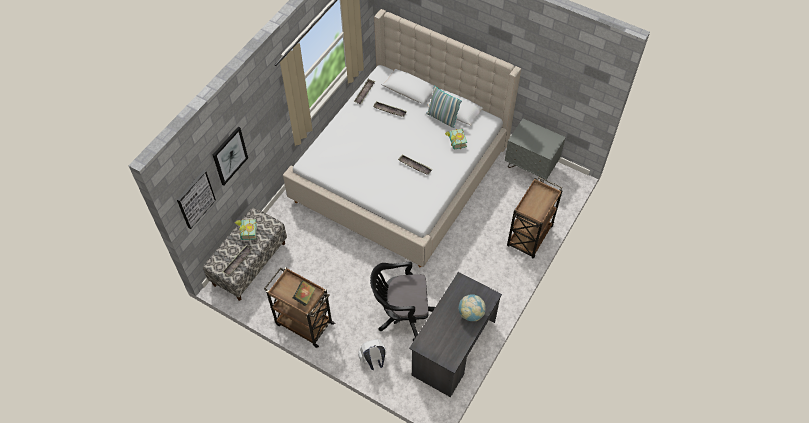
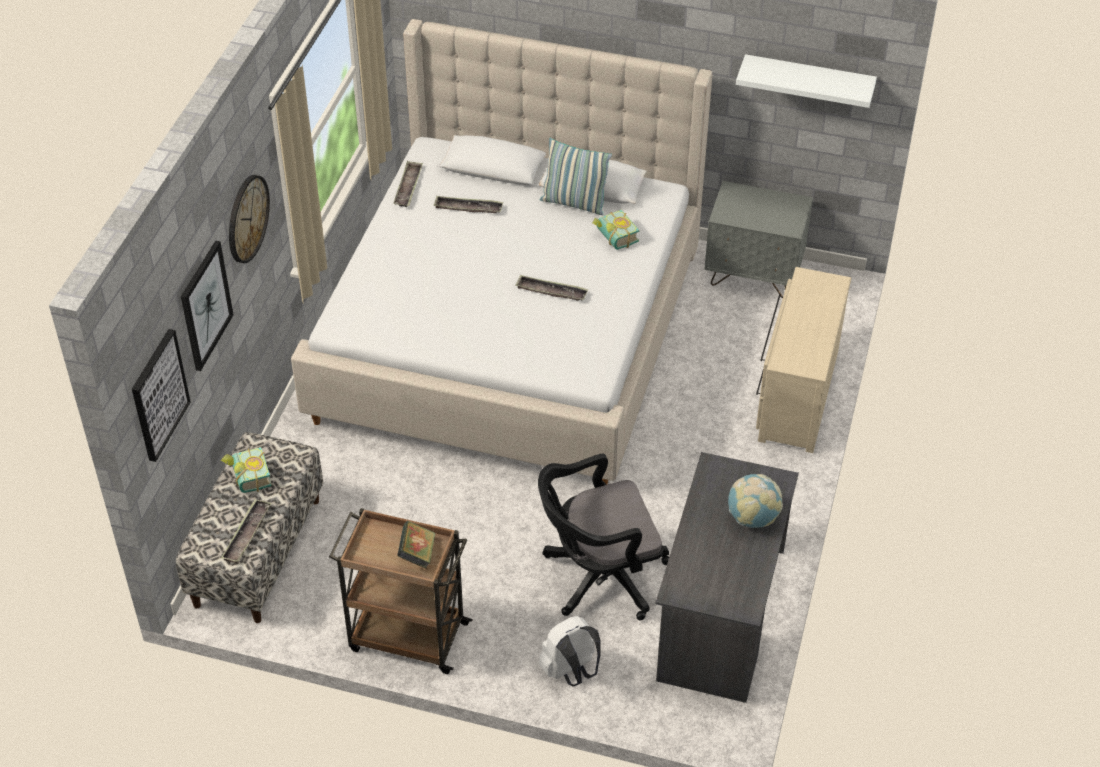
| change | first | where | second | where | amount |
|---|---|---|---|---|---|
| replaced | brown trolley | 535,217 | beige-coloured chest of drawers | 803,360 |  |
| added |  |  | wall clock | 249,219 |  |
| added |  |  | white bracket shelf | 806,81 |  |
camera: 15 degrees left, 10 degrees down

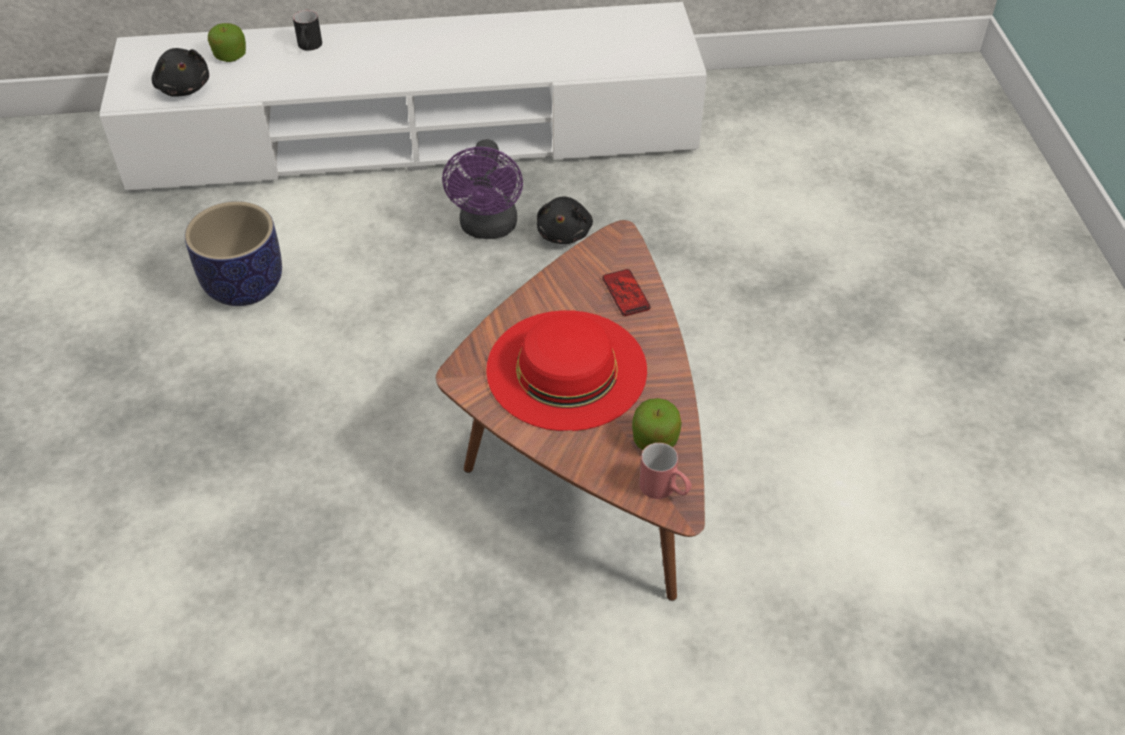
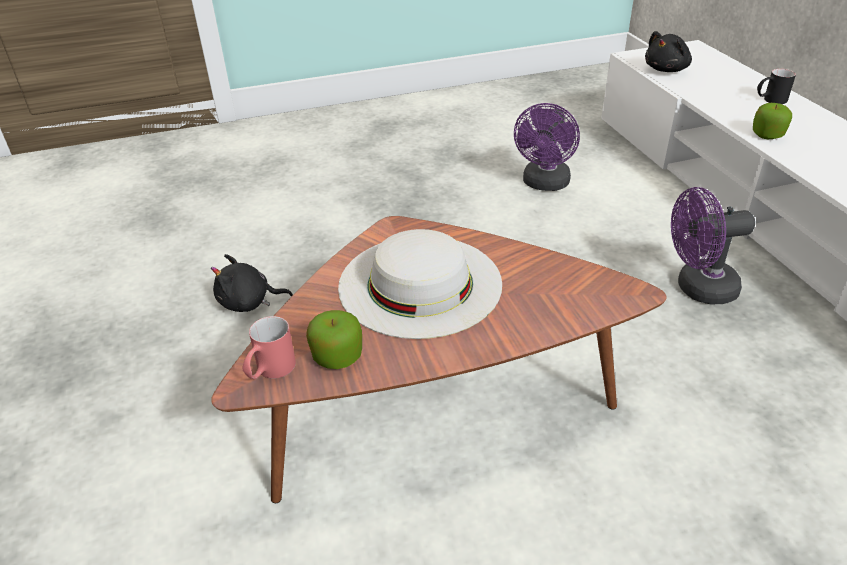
| change | first | where | second | where | amount |
|---|---|---|---|---|---|
| replaced | planter | 233,253 | purple-coloured electric fan | 547,147 |  |
| moved | apple | 227,42 |  | 772,121 |  |
| recoloured | red wearable hat | 566,370 | white wearable hat | 420,284 |  |
| moved | blackish soft toy | 565,220 |  | 252,283 |  |
| removed | handset | 626,292 |  |  |  |
camera: 80 degrees right, 10 degrees down

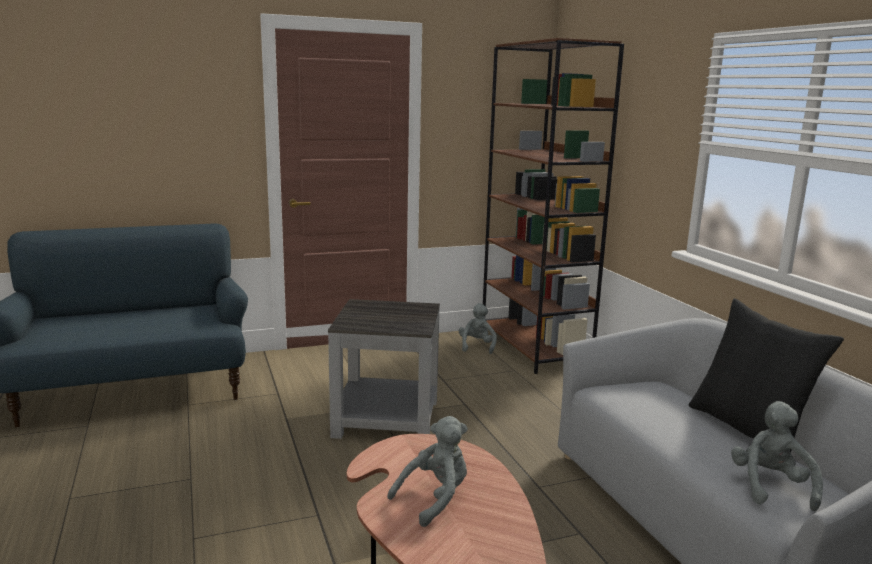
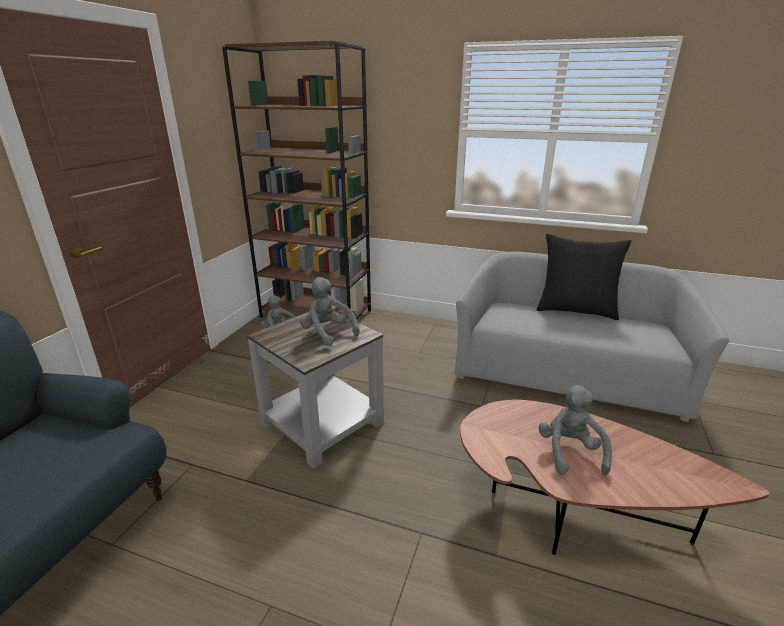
| change | first | where | second | where | amount |
|---|---|---|---|---|---|
| moved | greyish soft toy | 777,456 |  | 329,312 |  |
camera: 50 degrees left, 10 degrees up

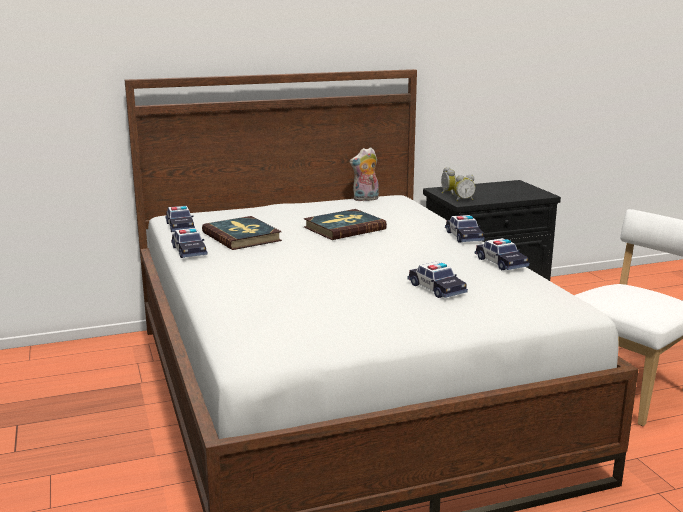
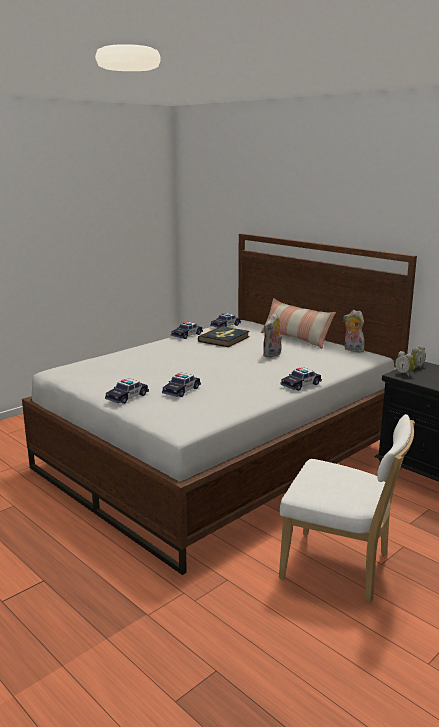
| change | first | where | second | where | amount |
|---|---|---|---|---|---|
| replaced | book | 345,224 | soft toy | 272,335 |  |
| moved | toy car | 502,254 |  | 127,391 |  |
| added |  |  | pillow | 298,323 |  |
camera: 65 degrees right, 0 degrees up

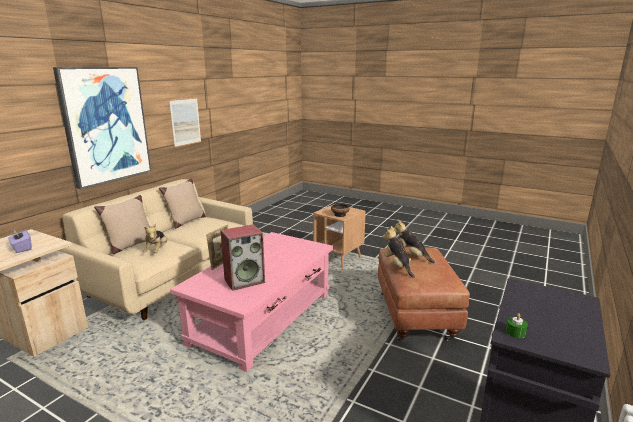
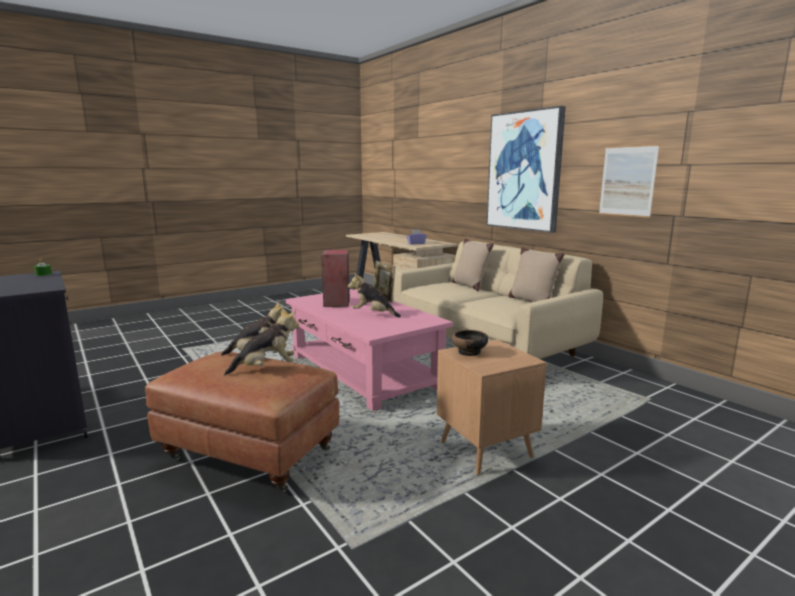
| change | first | where | second | where | amount |
|---|---|---|---|---|---|
| moved | soft toy | 155,238 |  | 374,295 |  |
camera: 115 degrees right, 5 degrees down

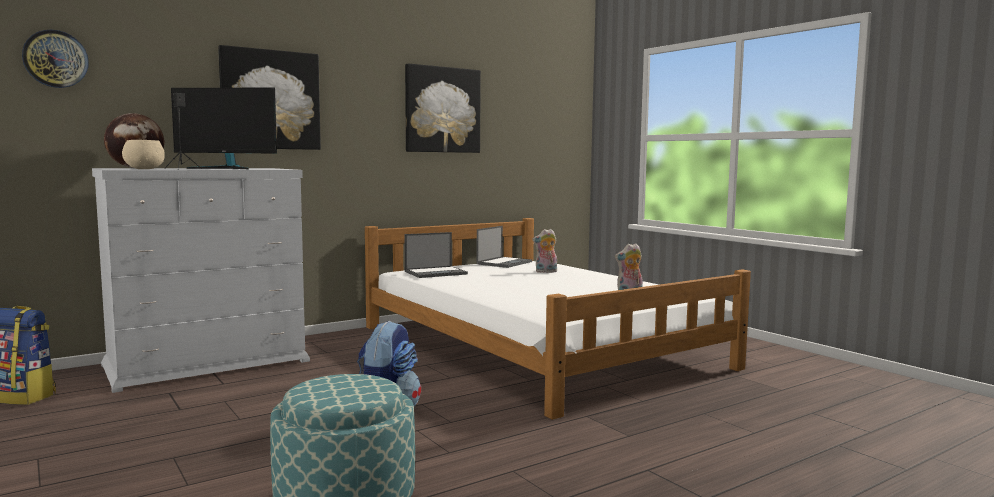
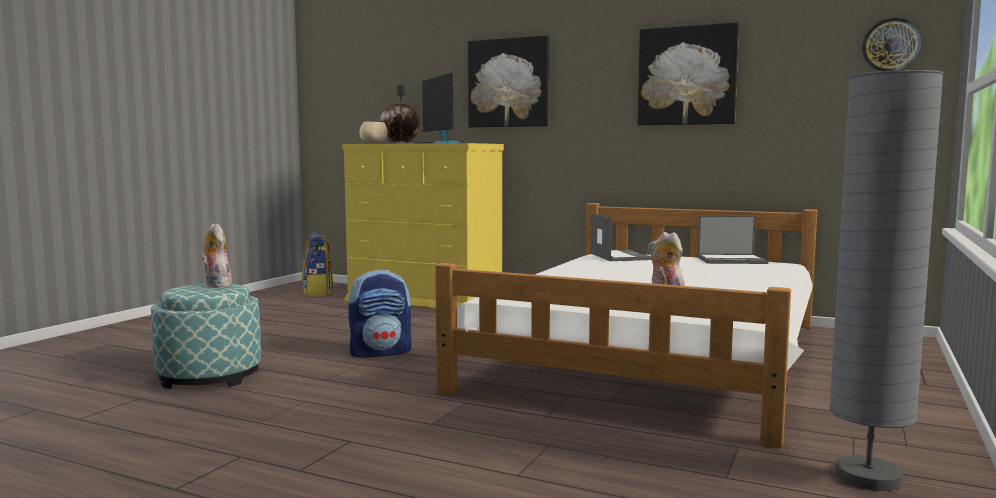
| change | first | where | second | where | amount |
|---|---|---|---|---|---|
| moved | wall clock | 55,59 |  | 892,44 |  |
| recoloured | white chest of drawers | 201,280 | yellow chest of drawers | 423,225 |  |
| turned | notebook computer | 436,255 |  | 621,237 | 135 degrees counterclockwise |
| moved | soft toy | 545,251 |  | 217,256 |  |
| added |  |  | greyish floor lamp | 886,280 |  |
camera: 60 degrees right, 0 degrees up

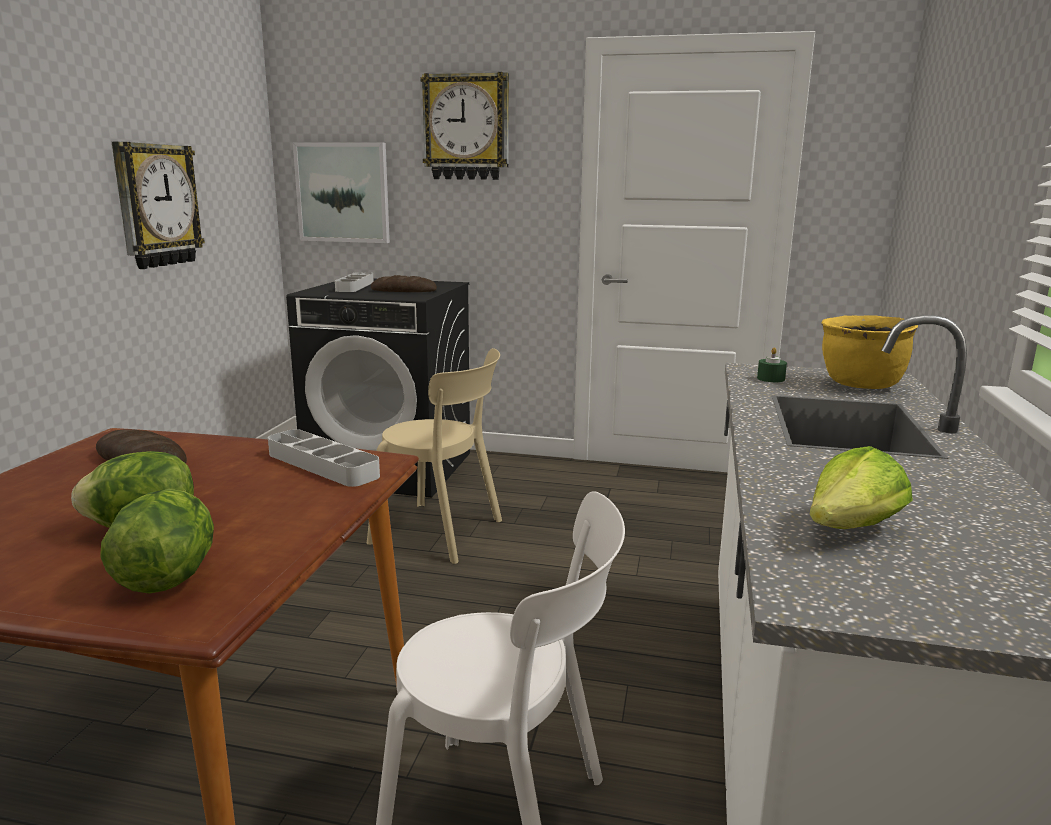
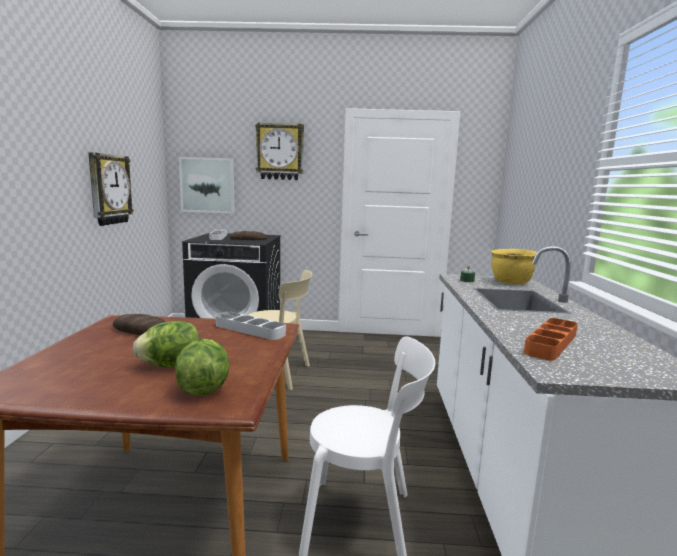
| change | first | where | second | where | amount |
|---|---|---|---|---|---|
| replaced | lettuce head | 861,487 | orange-coloured tray | 551,339 |  |
camera: 10 degrees left, 5 degrees down

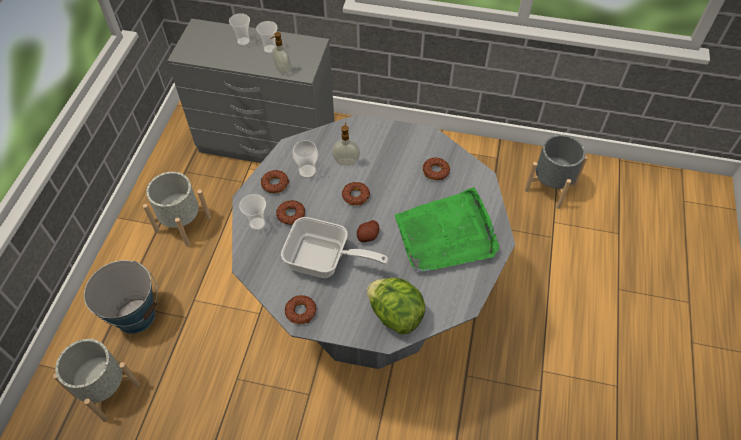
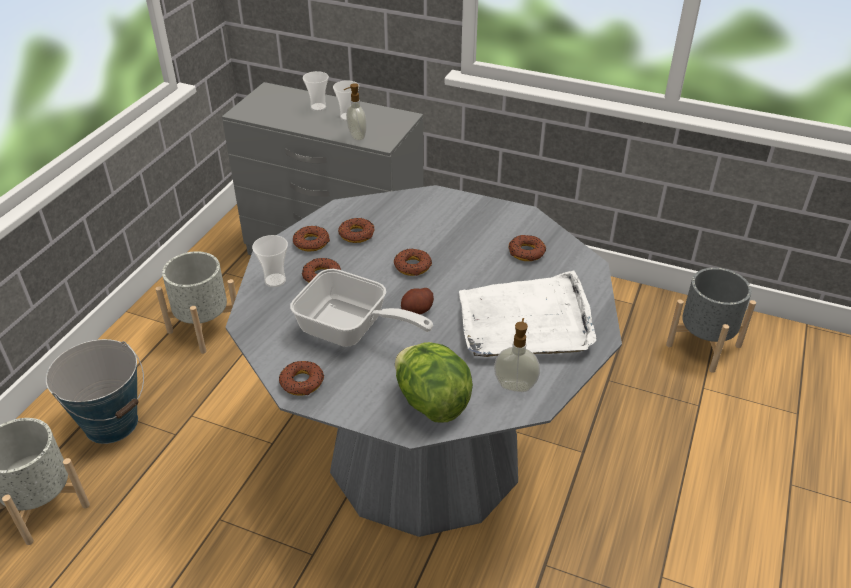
| change | first | where | second | where | amount |
|---|---|---|---|---|---|
| replaced | small cup | 305,159 | doughnut | 356,230 |  |
| moved | soap dispenser | 346,144 |  | 517,355 |  |
| recoloured | green-coloured tray | 447,229 | white tray | 527,313 |  |
camera: 10 degrees right, 15 degrees down

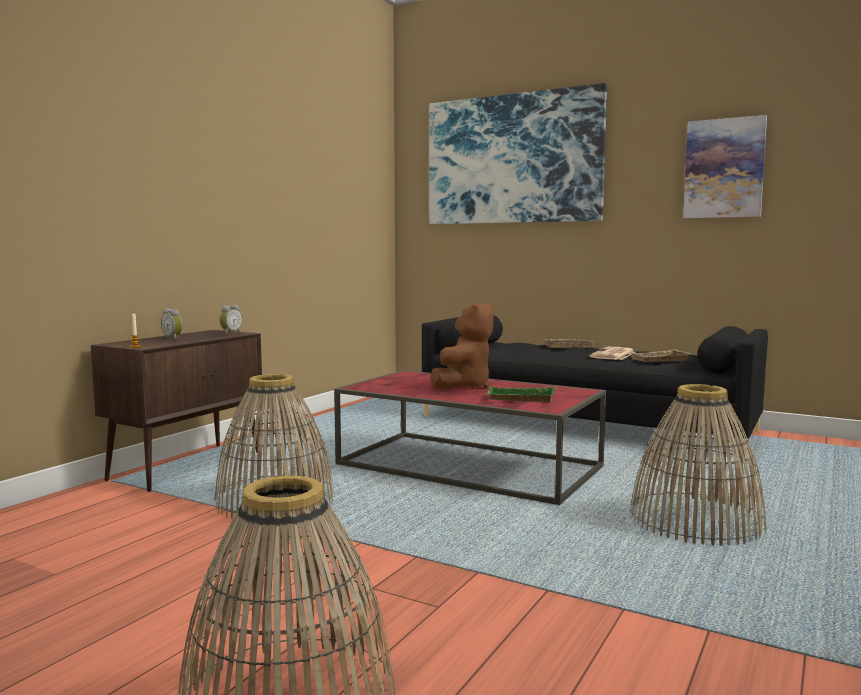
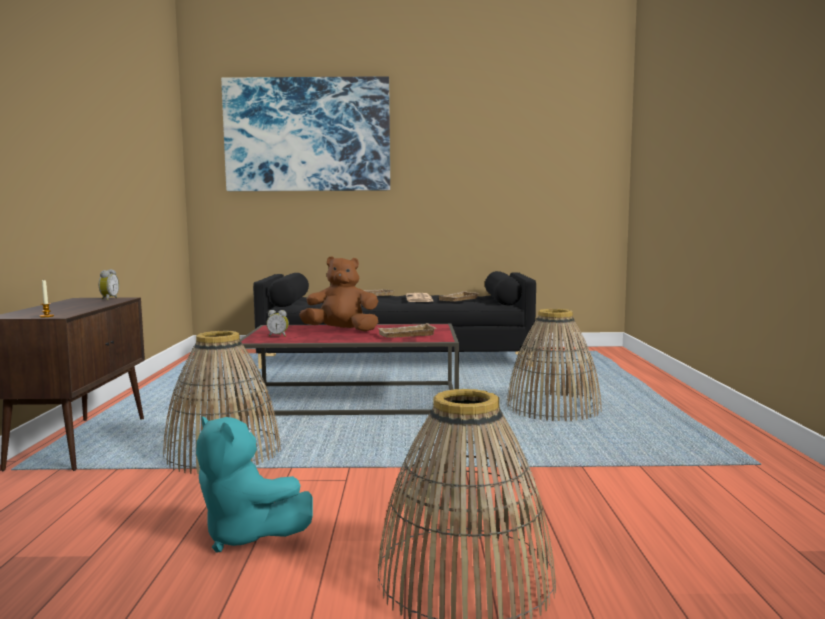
| change | first | where | second | where | amount |
|---|---|---|---|---|---|
| moved | alarm clock | 172,324 |  | 277,323 |  |
| turned | brown soft toy | 462,346 |  | 338,294 | 90 degrees counterclockwise |
| recoloured | green-coloured tray | 521,394 | beige-coloured tray | 407,330 |  |
| removed | picture | 725,166 |  |  |  |
| added |  |  | turquoise soft toy | 254,484 |  |
camera: 30 degrees left, 0 degrees up

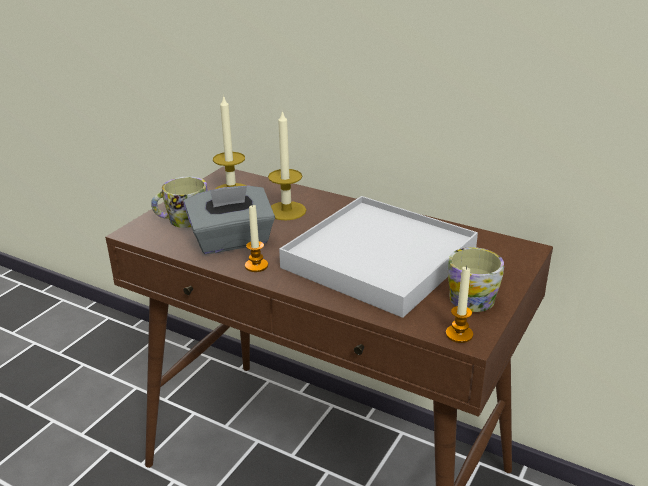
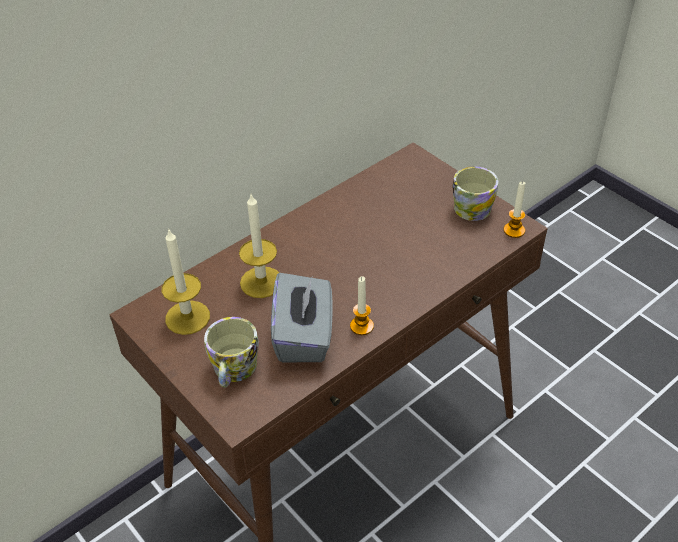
| change | first | where | second | where | amount |
|---|---|---|---|---|---|
| removed | white tray | 378,257 |  |  |  |
camera: 70 degrees left, 15 degrees up

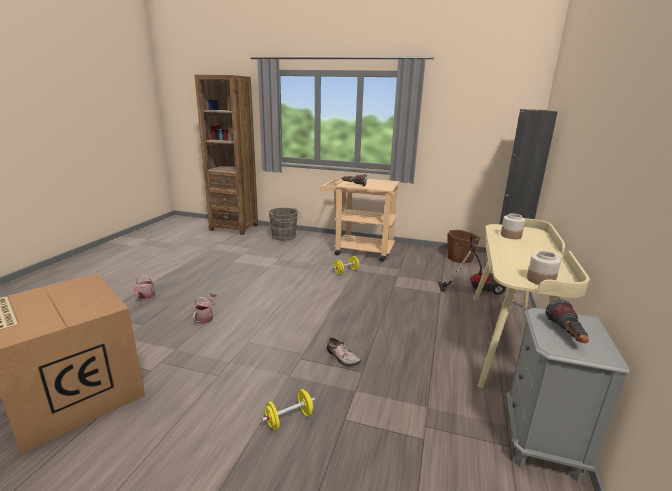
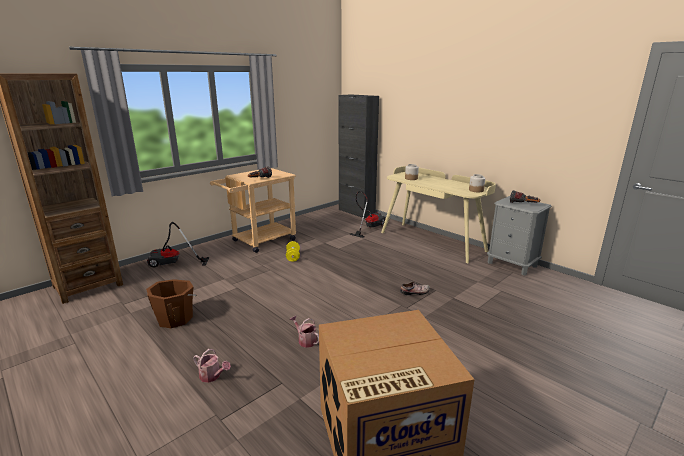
| change | first | where | second | where | amount |
|---|---|---|---|---|---|
| removed | yellow dumbbell | 288,409 |  |  |  |
| replaced | greyish pail | 285,224 | hoover | 178,244 |  |
| moved | brown pail | 463,246 |  | 171,303 |  |
camera: 60 degrees left, 0 degrees up

